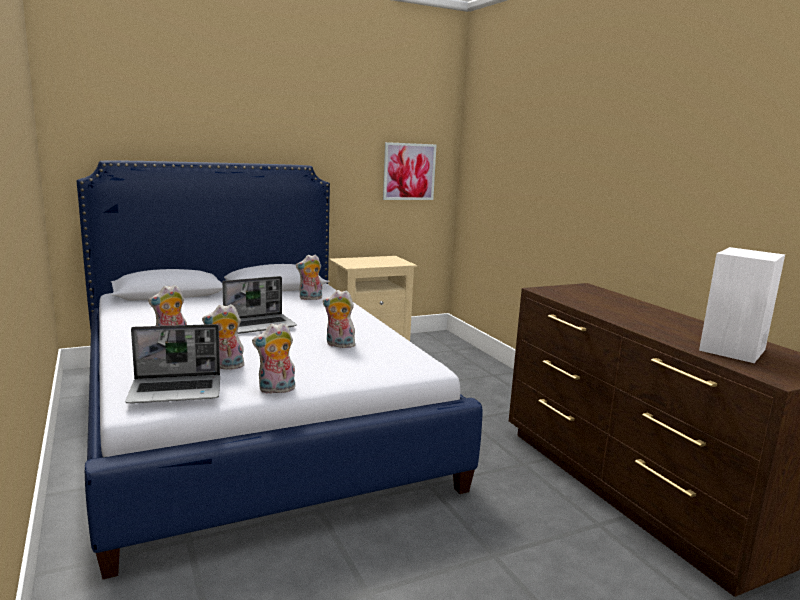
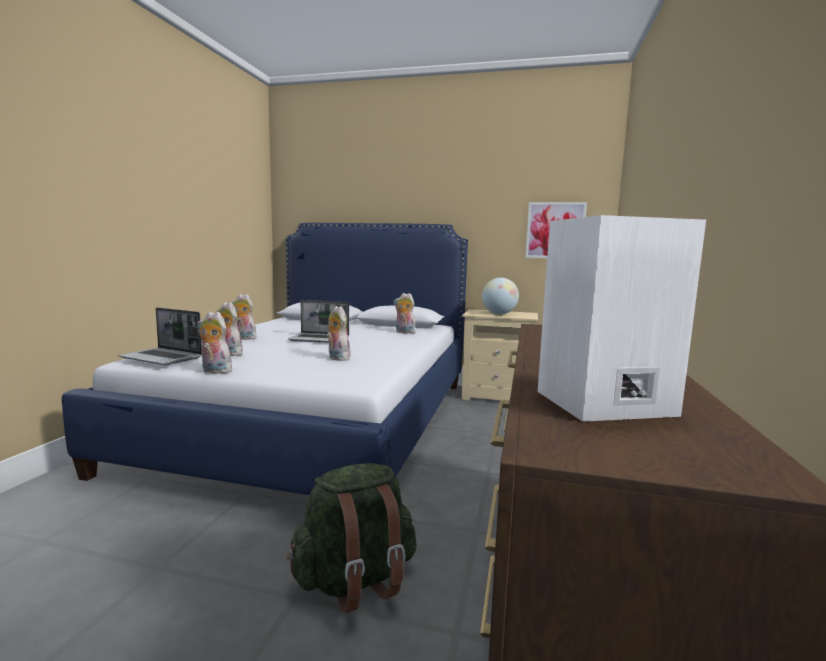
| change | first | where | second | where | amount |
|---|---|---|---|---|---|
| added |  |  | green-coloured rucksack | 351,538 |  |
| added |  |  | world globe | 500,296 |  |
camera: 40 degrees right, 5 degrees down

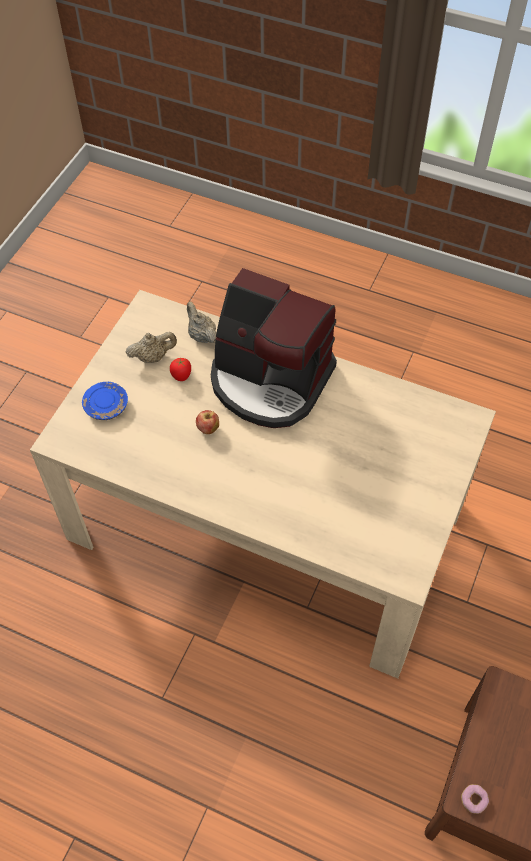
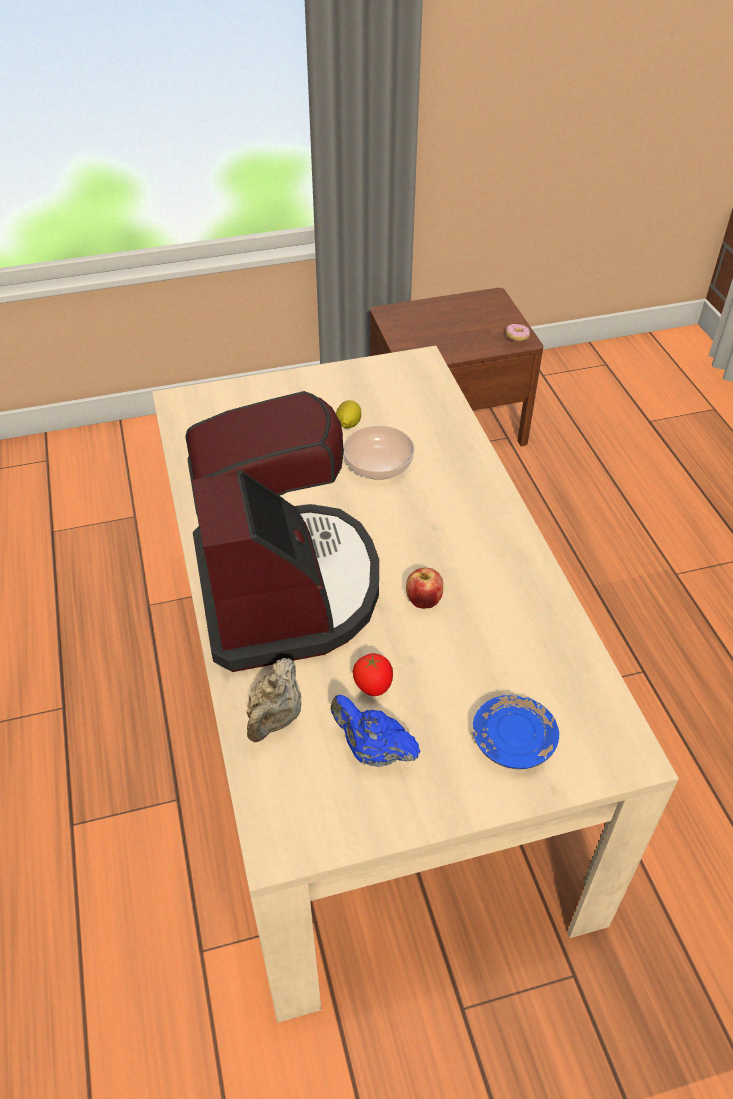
| change | first | where | second | where | amount |
|---|---|---|---|---|---|
| recoloured | beige-coloured tea pot | 151,347 | bluish tea pot | 375,731 |  |
| added |  |  | lemon | 348,414 |  |
| added |  |  | deep dish | 378,452 |  |
camera: 130 degrees left, 10 degrees down

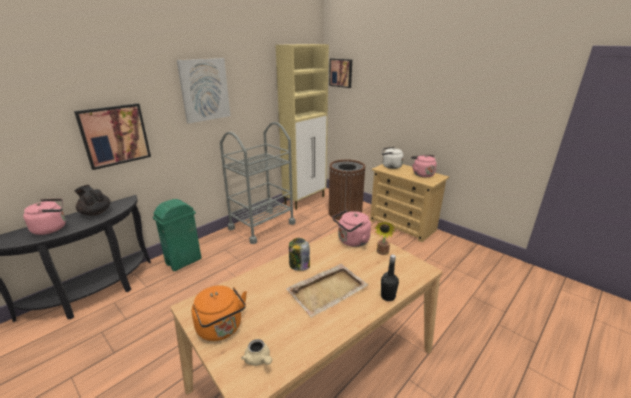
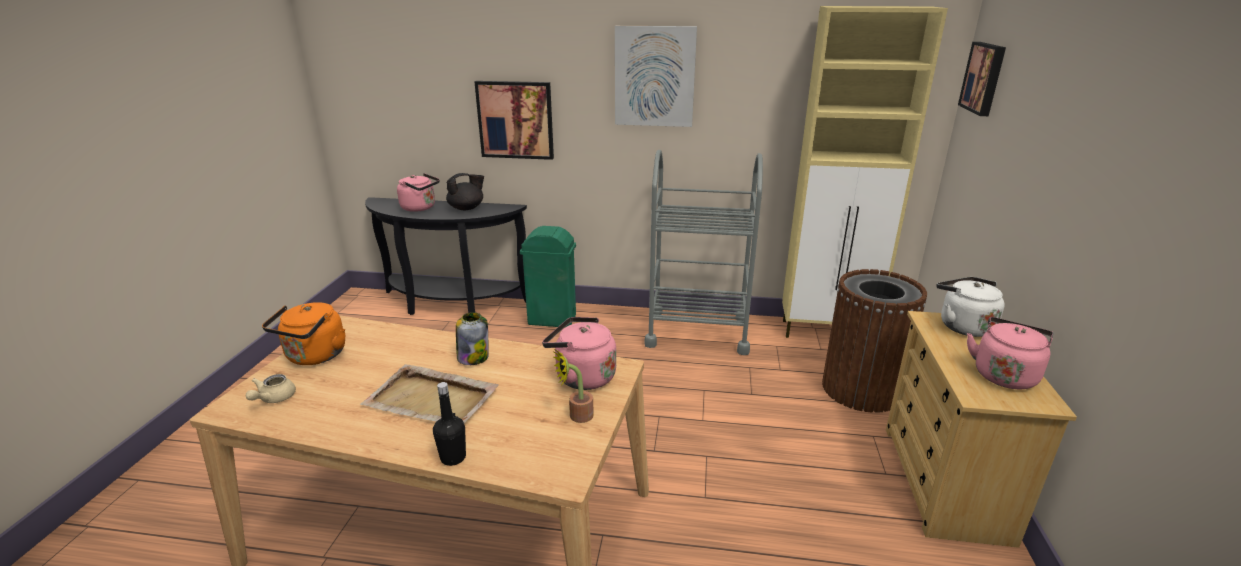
| change | first | where | second | where | amount |
|---|---|---|---|---|---|
| turned | blackish tea pot | 92,200 |  | 465,191 | 60 degrees clockwise |
camera: 55 degrees right, 0 degrees up

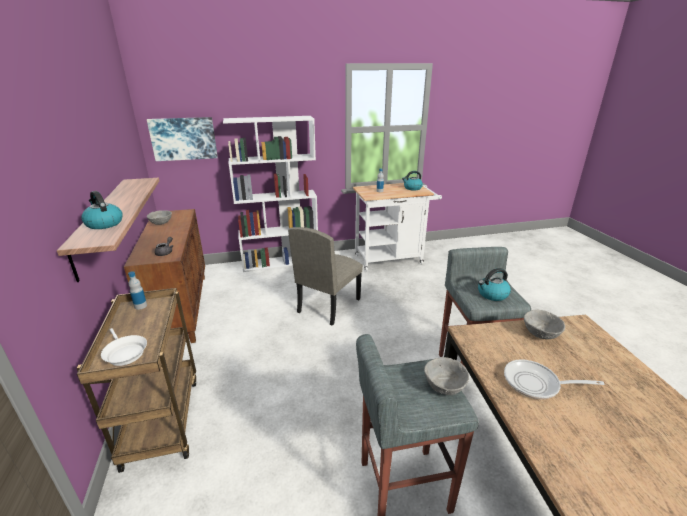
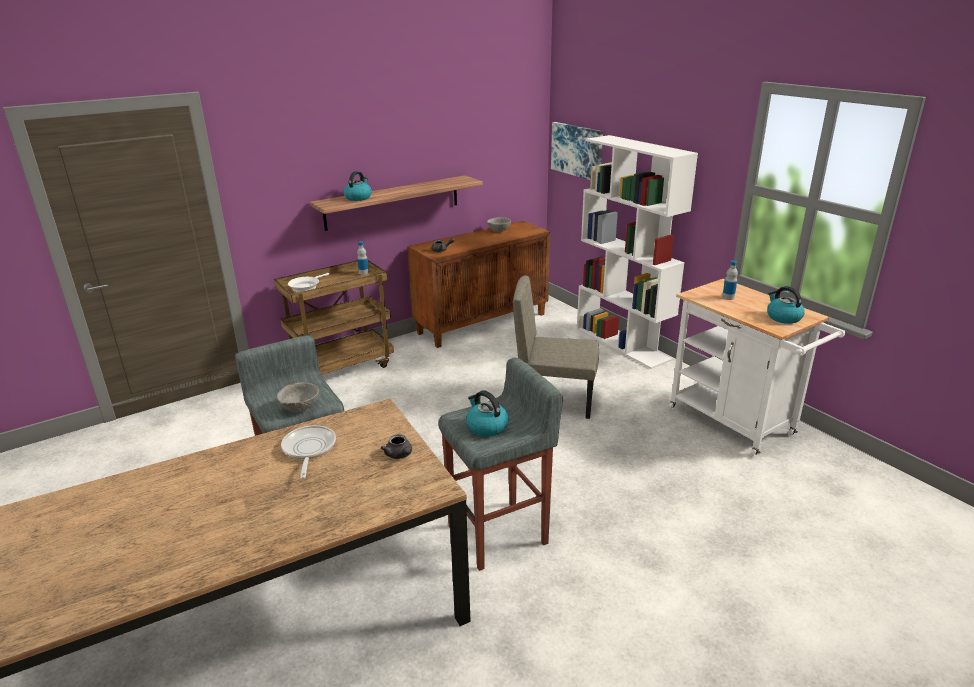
| change | first | where | second | where | amount |
|---|---|---|---|---|---|
| replaced | greyish deep dish | 544,324 | greyish tea pot | 396,446 |  |
camera: 70 degrees right, 0 degrees up

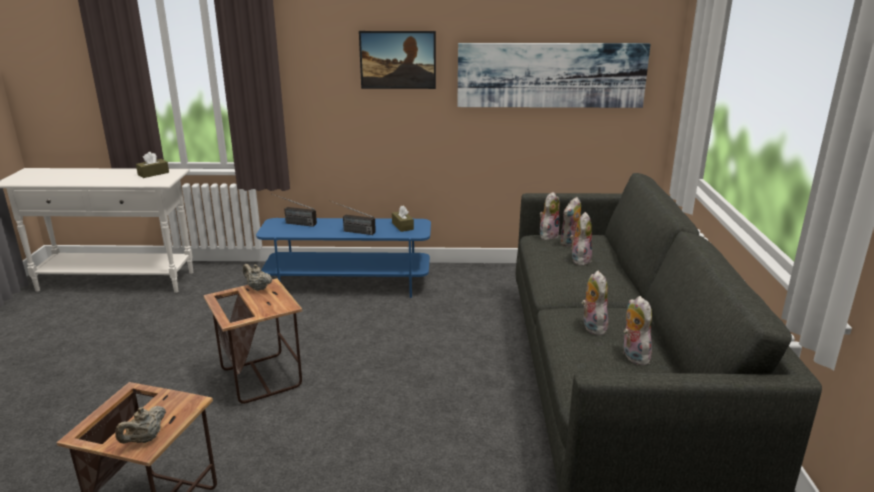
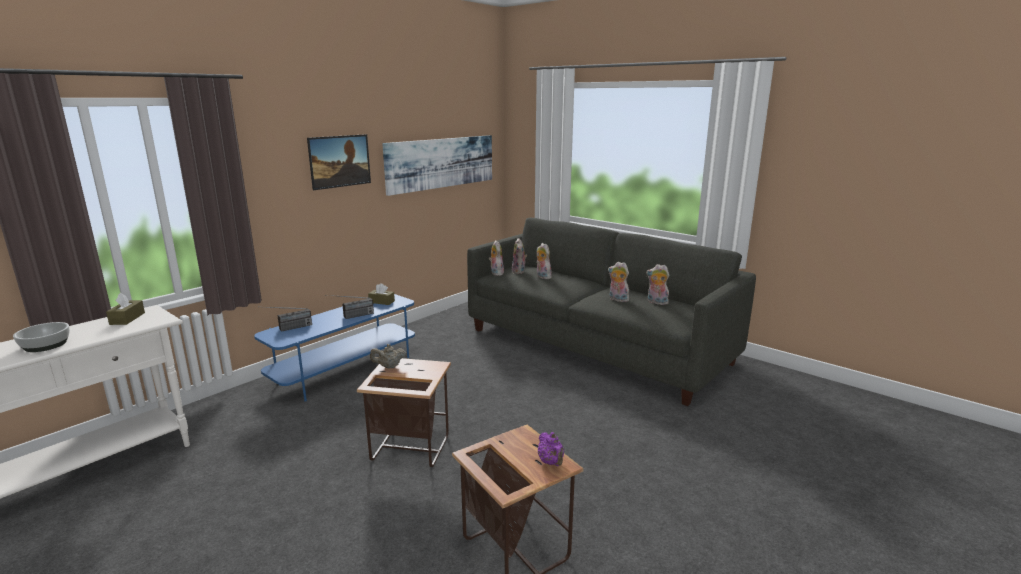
| change | first | where | second | where | amount |
|---|---|---|---|---|---|
| recoloured | beige-coloured tea pot | 140,425 | purple-coloured tea pot | 551,449 |  |
| added |  |  | deep dish | 41,337 |  |
camera: 50 degrees left, 5 degrees down

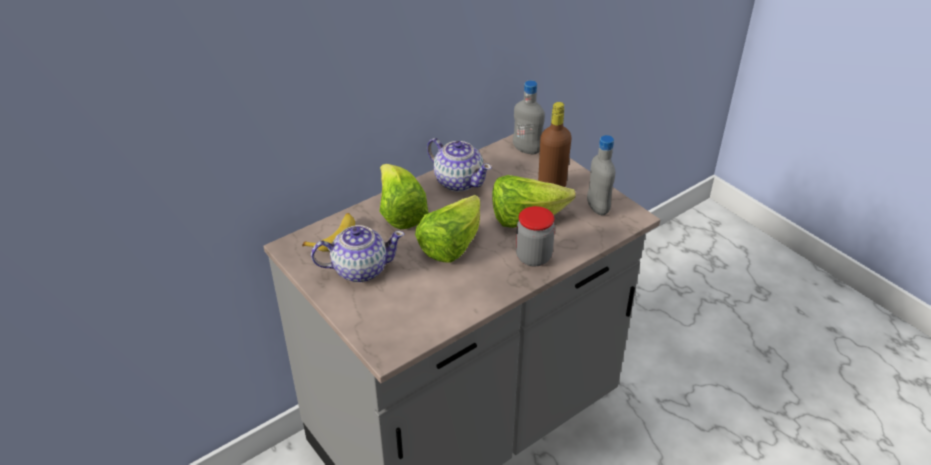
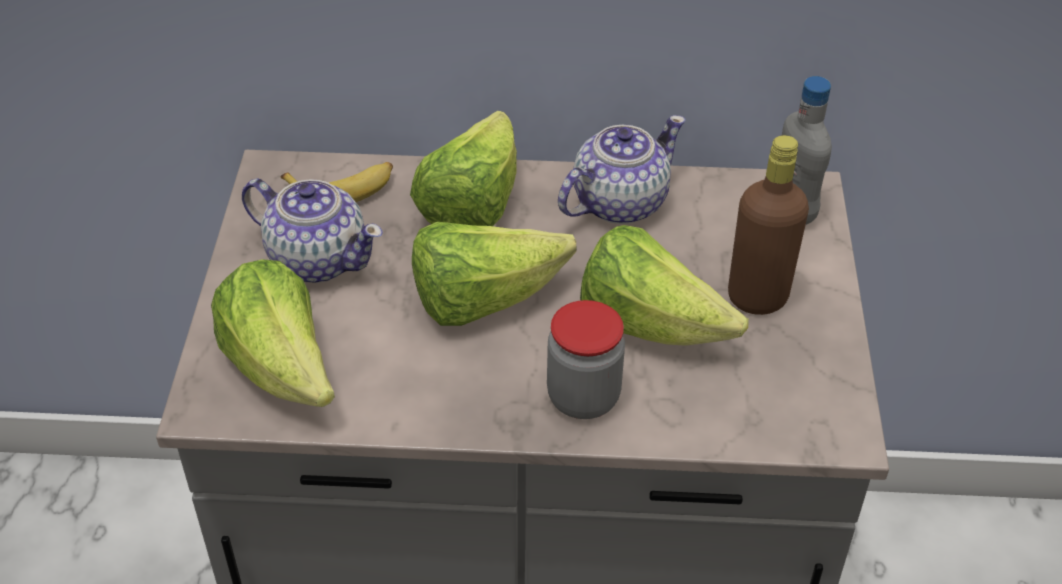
| change | first | where | second | where | amount |
|---|---|---|---|---|---|
| turned | tea pot | 459,165 |  | 622,169 | 120 degrees counterclockwise |
| removed | greyish bottle | 601,175 |  |  |  |
| added |  |  | lettuce head | 273,333 |  |
camera: 40 degrees right, 5 degrees up

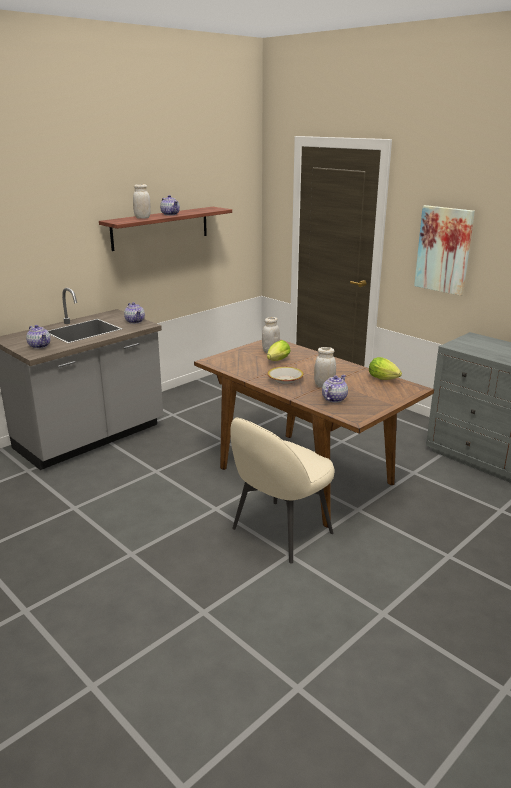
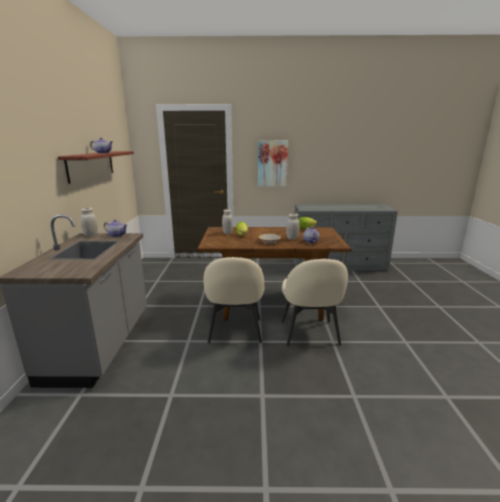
| change | first | where | second | where | amount |
|---|---|---|---|---|---|
| removed | tea pot | 38,337 |  |  |  |
| moved | white jar | 142,201 |  | 89,222 |  |
| added |  |  | beige-coloured plain chair | 233,300 |  |
camera: 45 degrees left, 5 degrees down

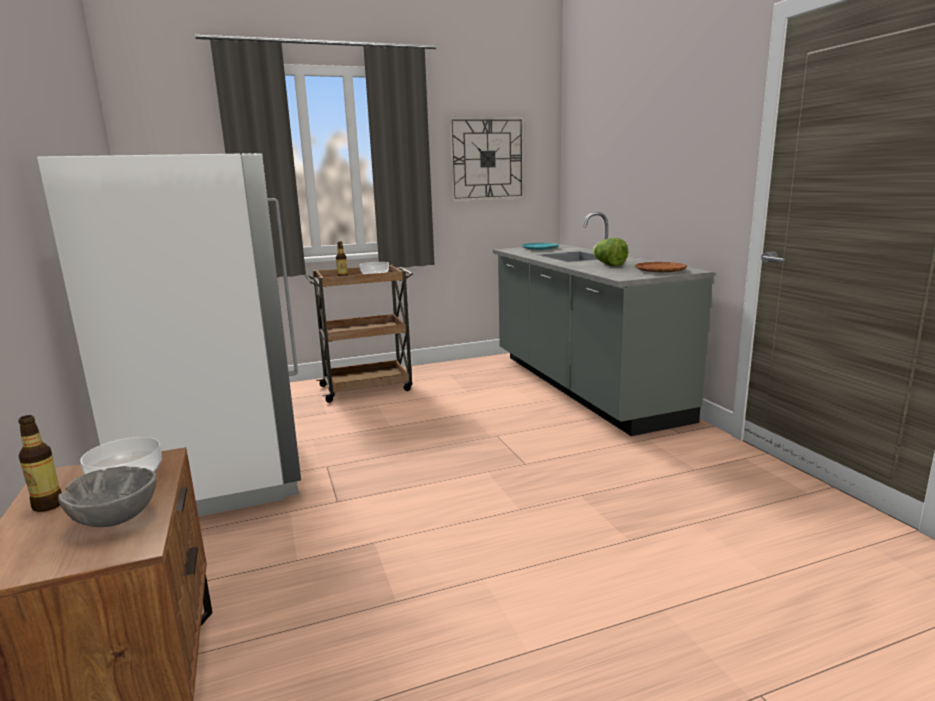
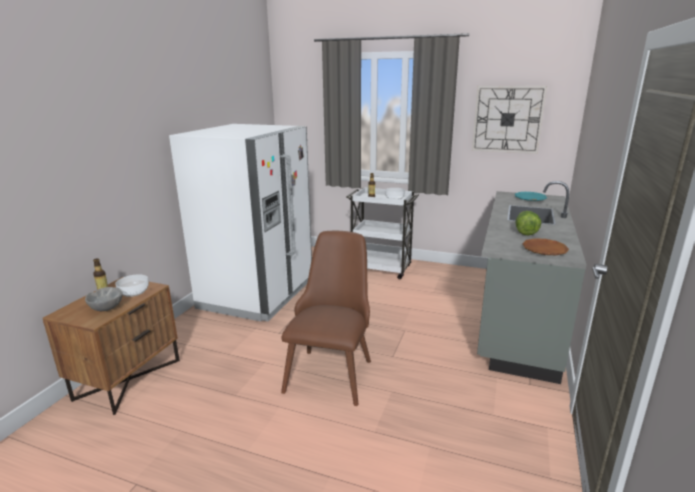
| change | first | where | second | where | amount |
|---|---|---|---|---|---|
| recoloured | brown trolley | 359,333 | white trolley | 382,233 |  |
| added |  |  | brown plain chair | 326,318 |  |
camera: 40 degrees right, 5 degrees up

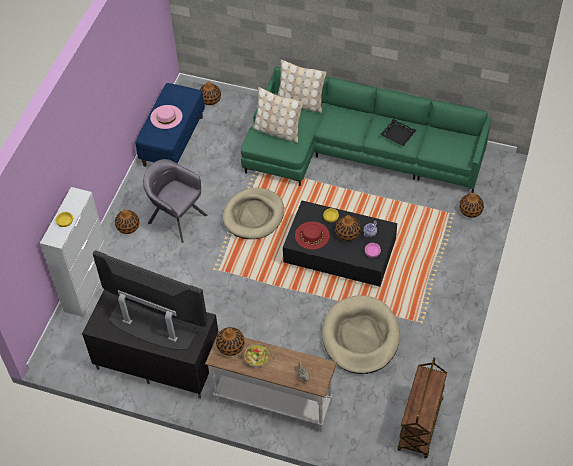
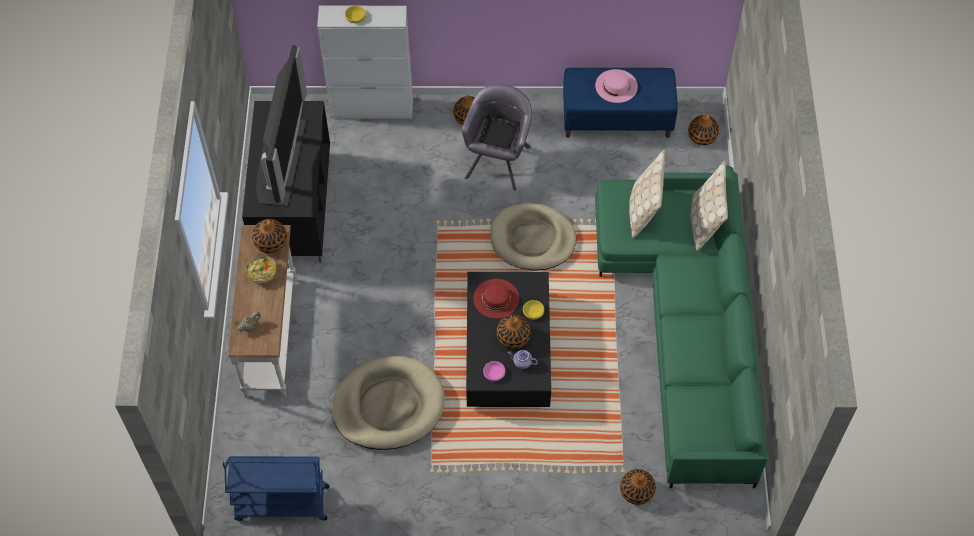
| change | first | where | second | where | amount |
|---|---|---|---|---|---|
| moved | blackish tray | 398,132 |  | 498,132 |  |
| recoloured | brown trolley | 422,408 | bluish trolley | 276,488 |  |
camera: 70 degrees right, 5 degrees up

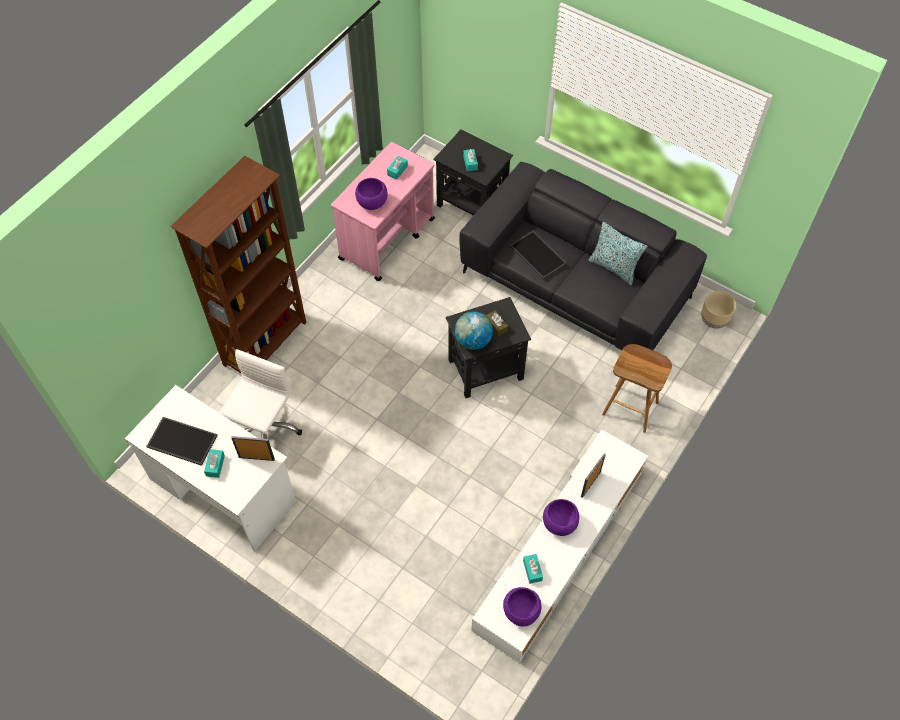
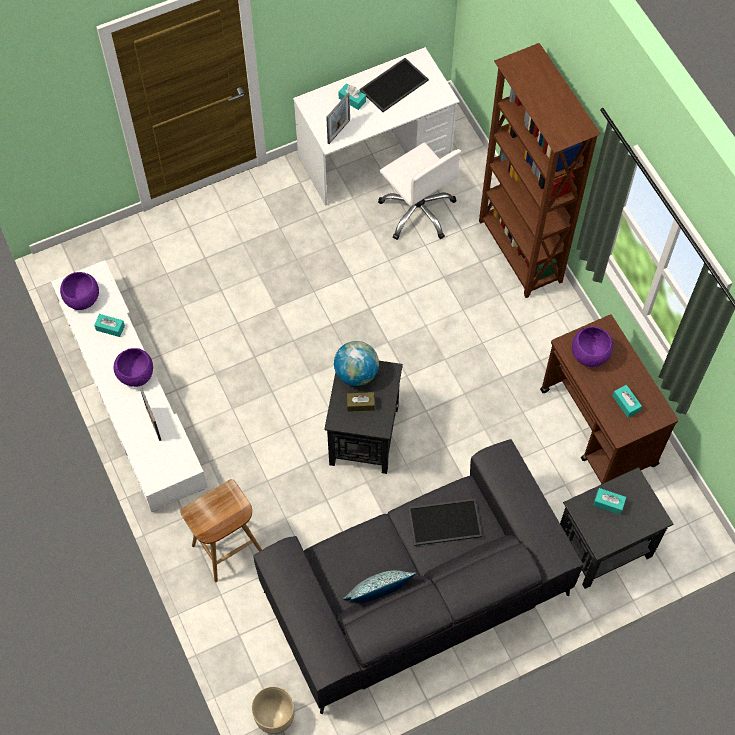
| change | first | where | second | where | amount |
|---|---|---|---|---|---|
| recoloured | pink trolley | 383,211 | brown trolley | 609,399 |  |
camera: 120 degrees right, 5 degrees up

